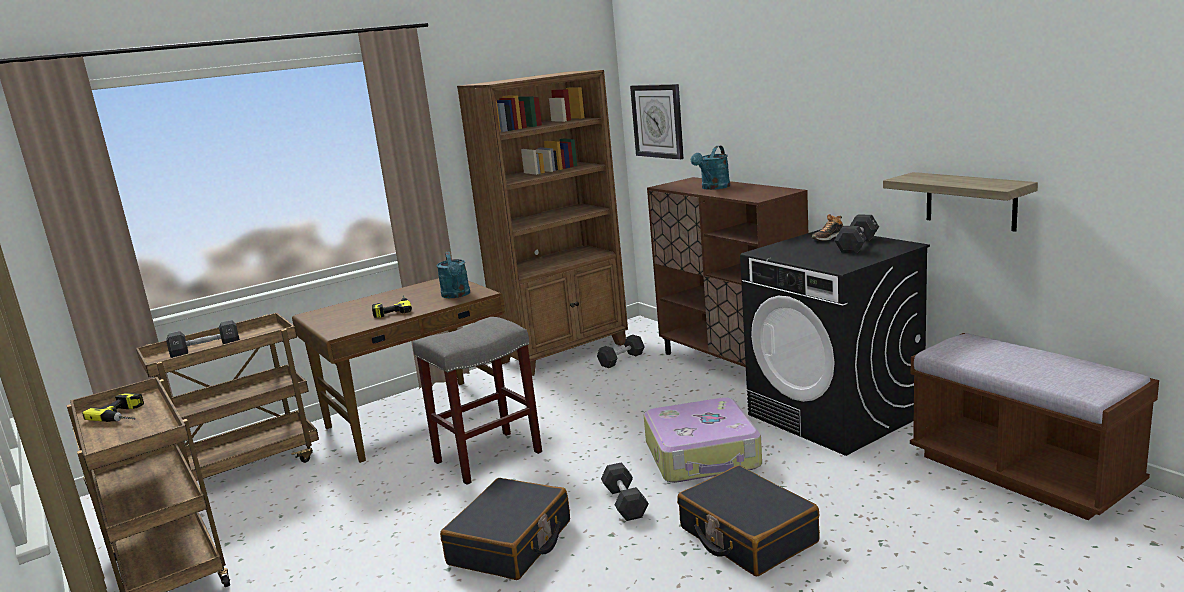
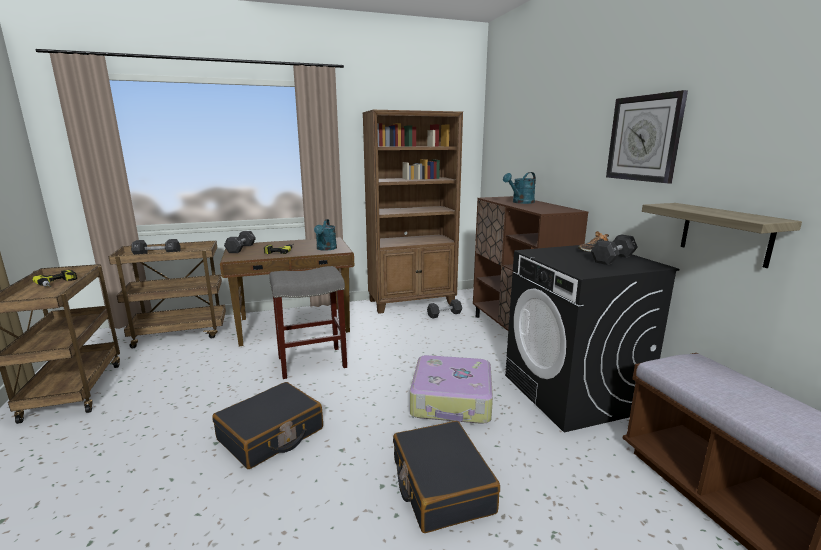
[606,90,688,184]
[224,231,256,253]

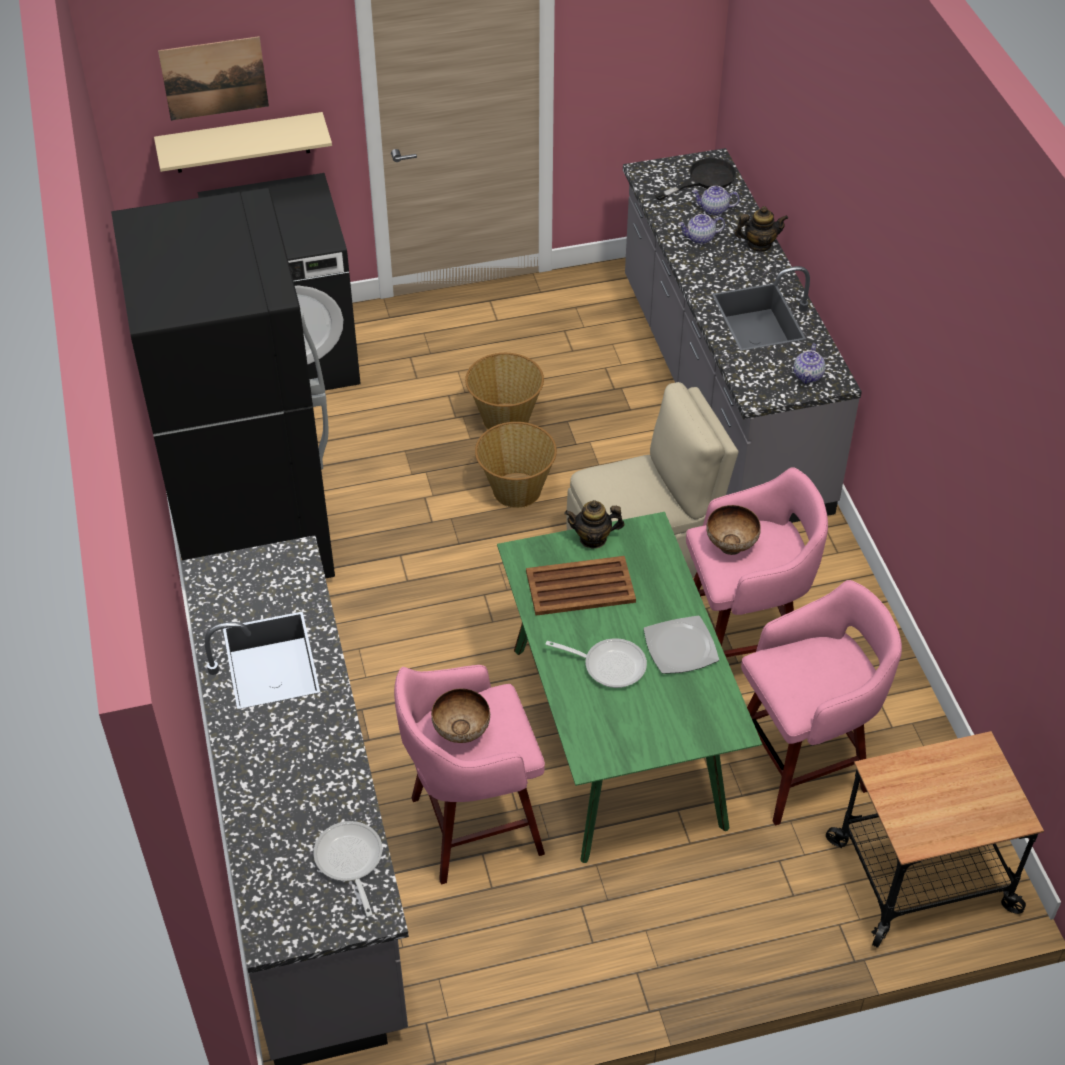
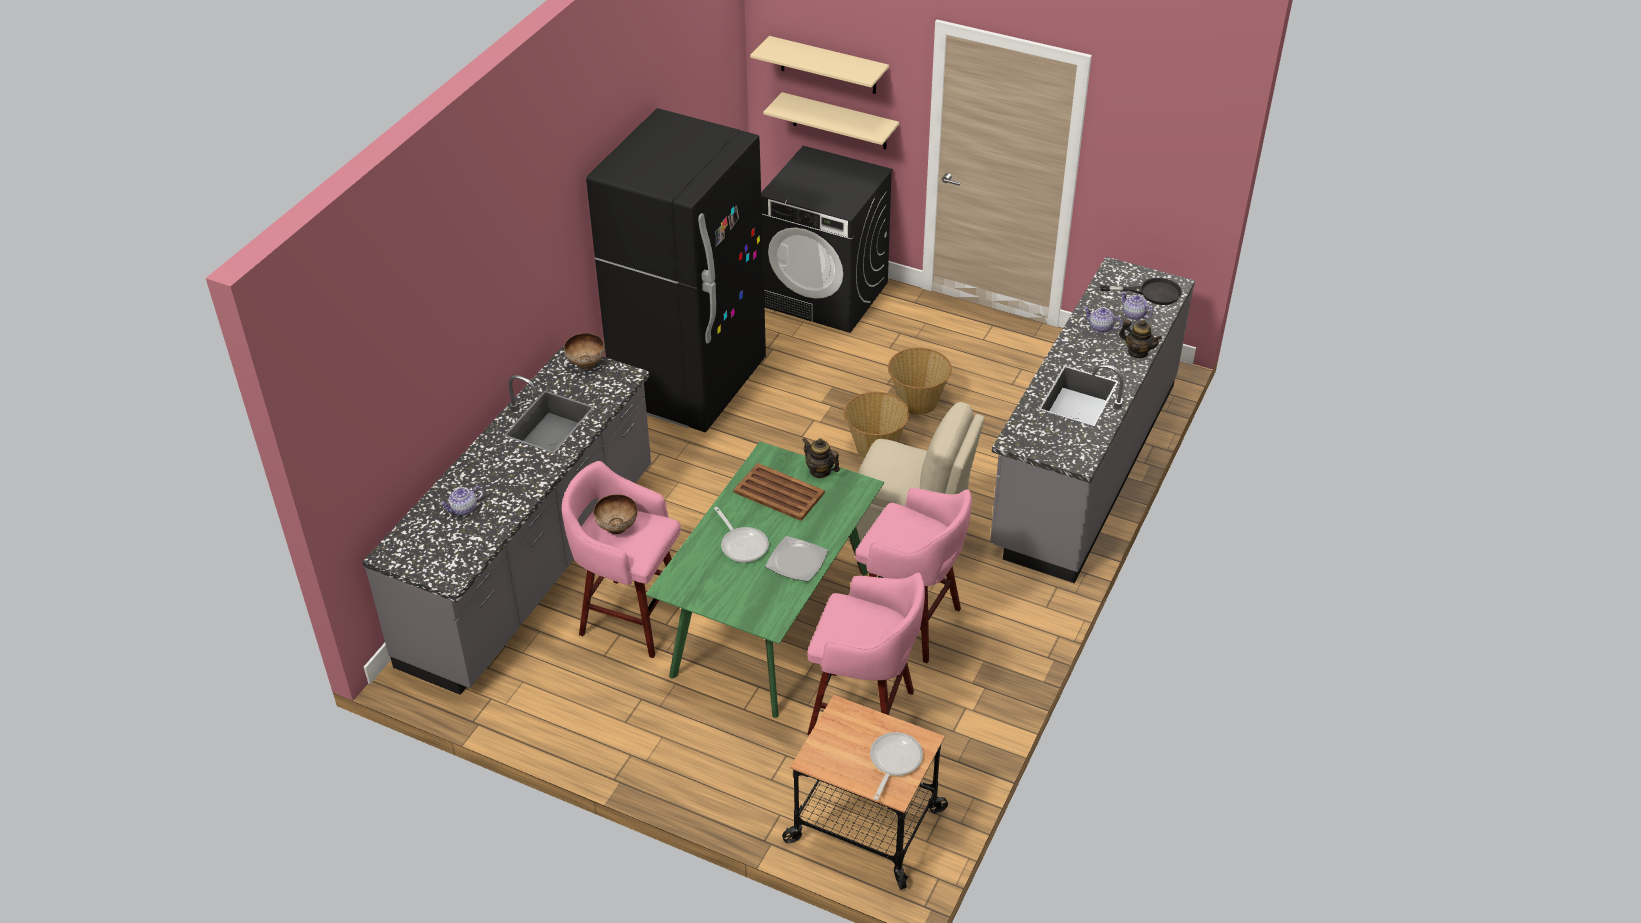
[750,36,889,94]
[440,486,484,516]
[564,333,605,370]
[870,732,923,800]

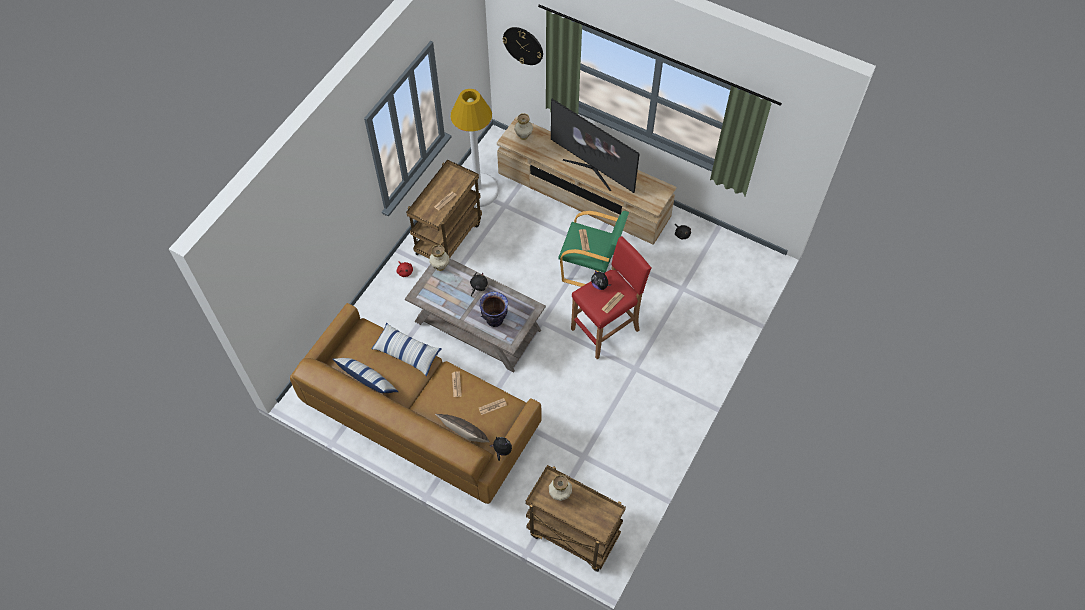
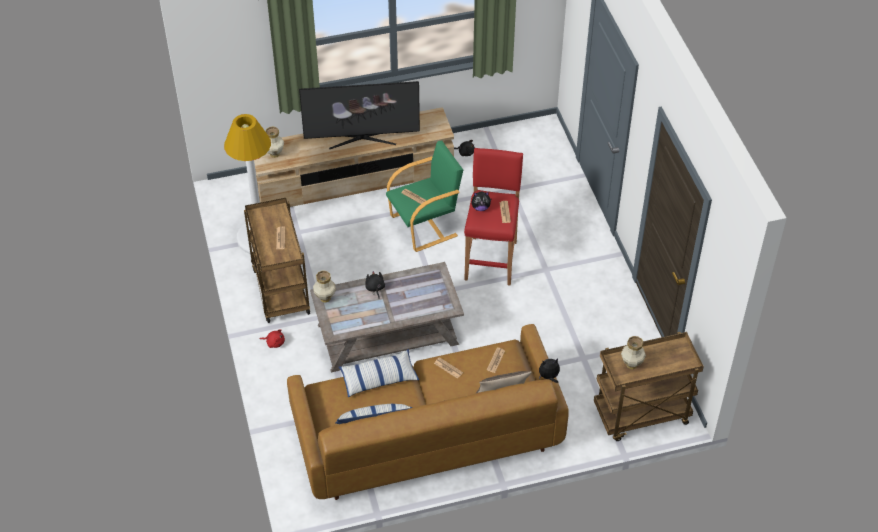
[502,27,543,65] (first image)
[480,292,508,327] (first image)

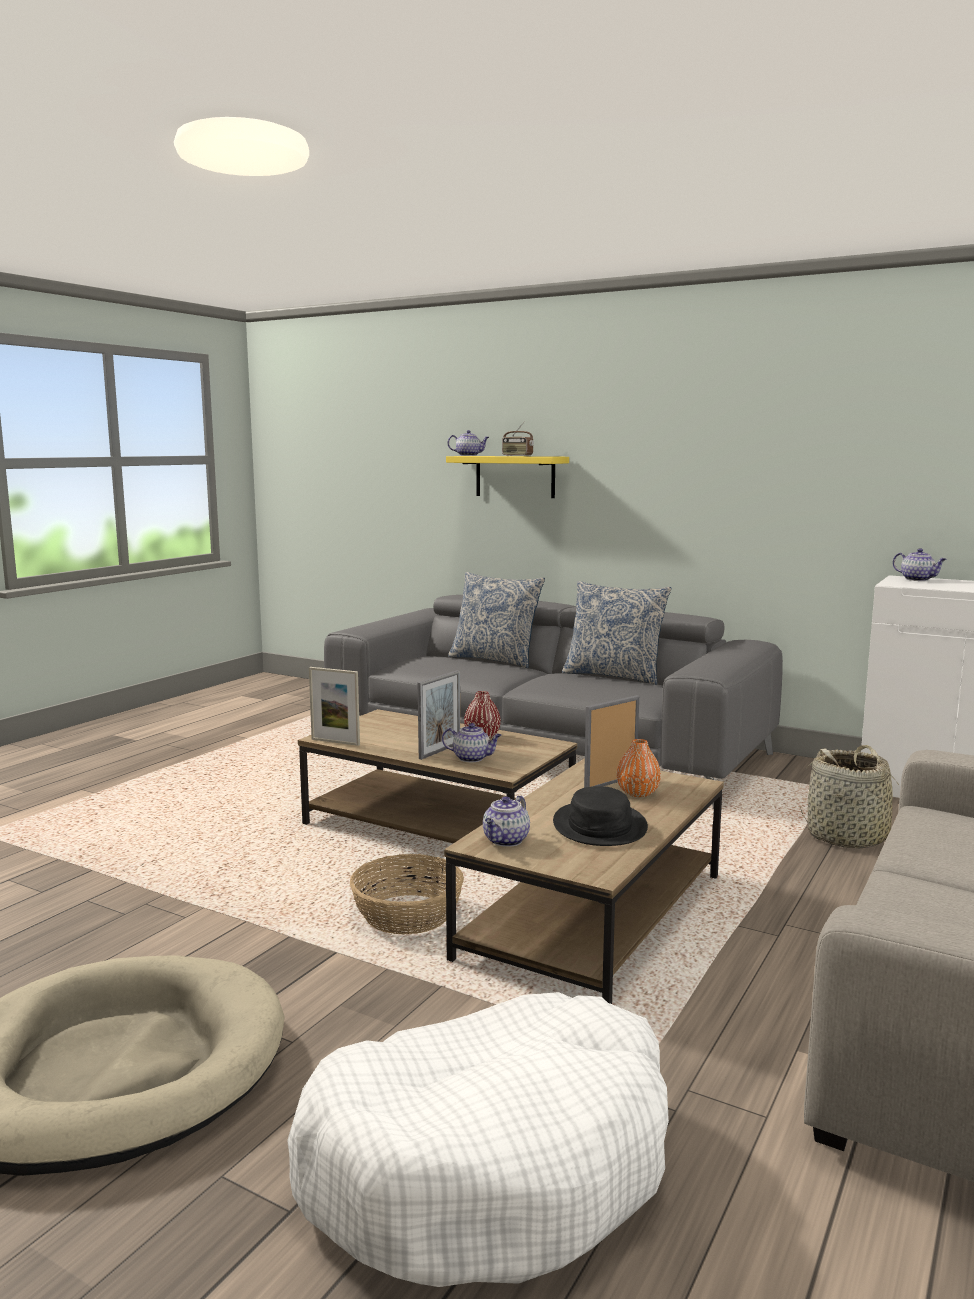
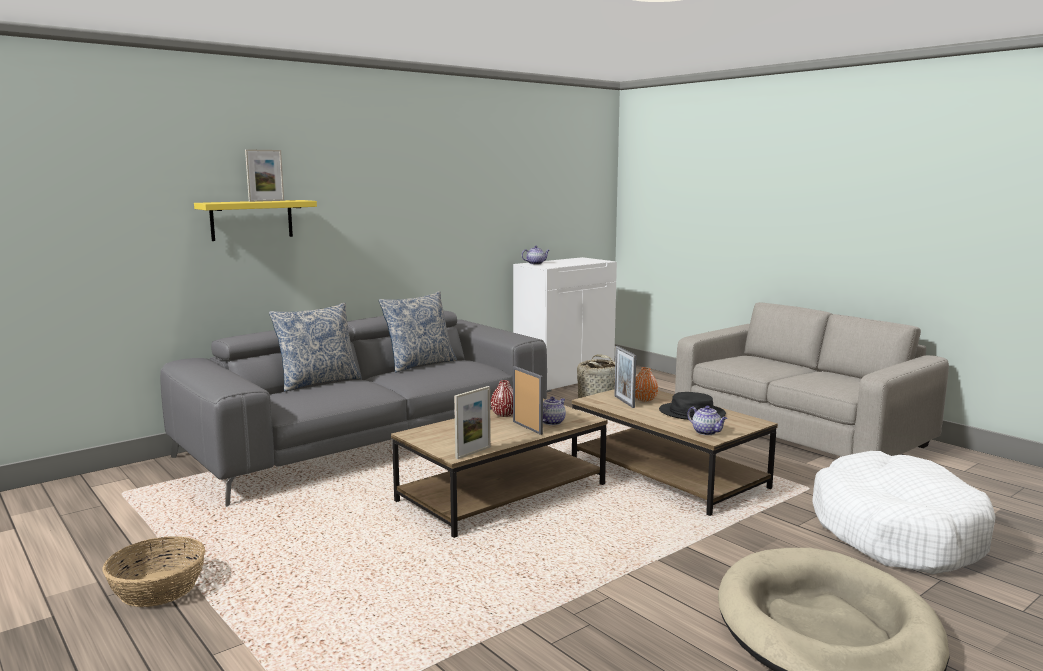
[245,149,284,202]
[448,430,489,456] (first image)
[102,536,206,607]

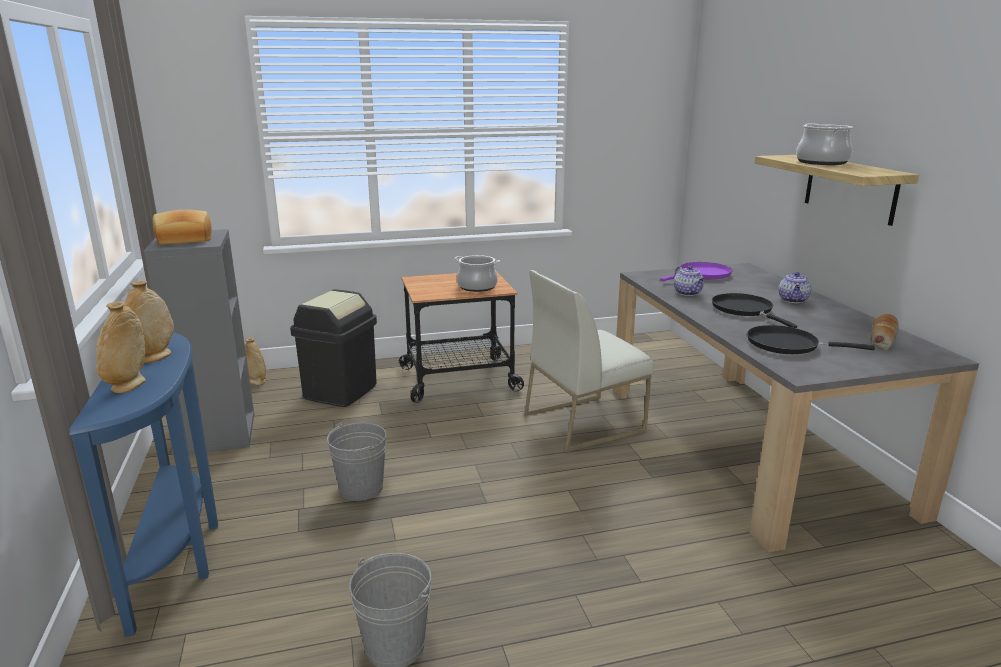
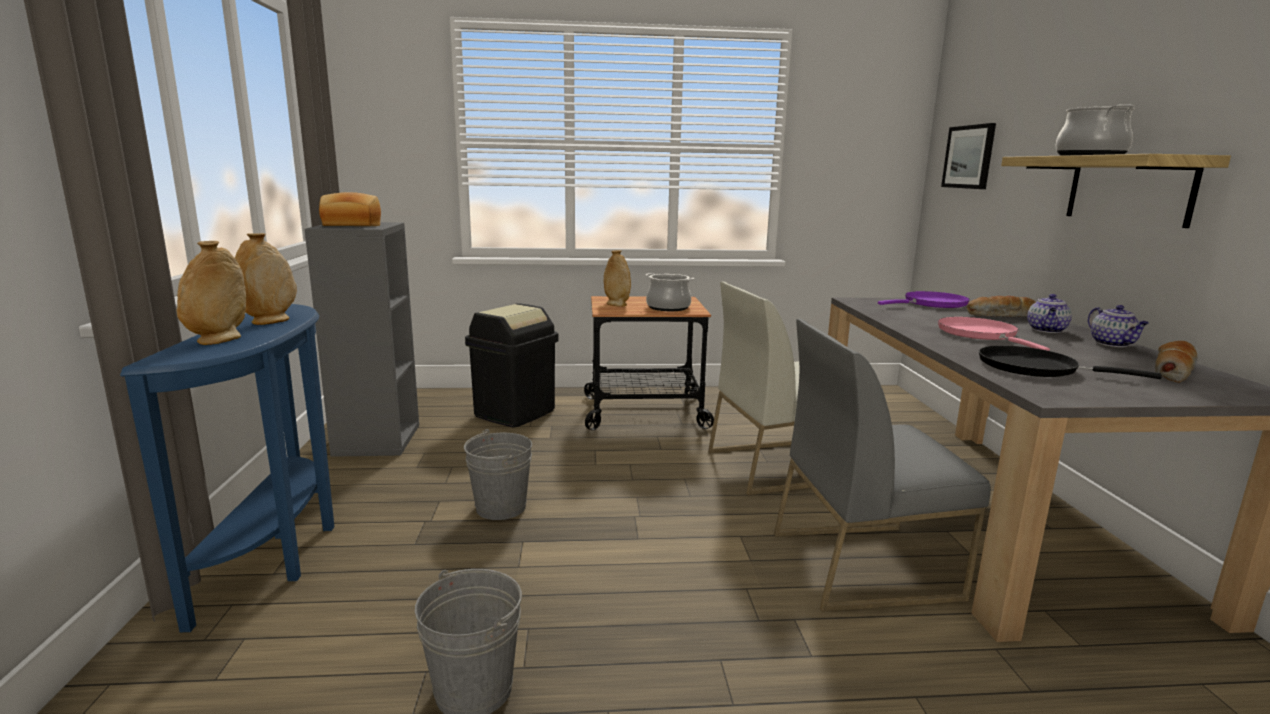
[1088,305,1149,347]
[938,317,1050,351]
[604,250,631,306]
[941,123,996,189]
[967,296,1036,317]
[774,319,991,612]

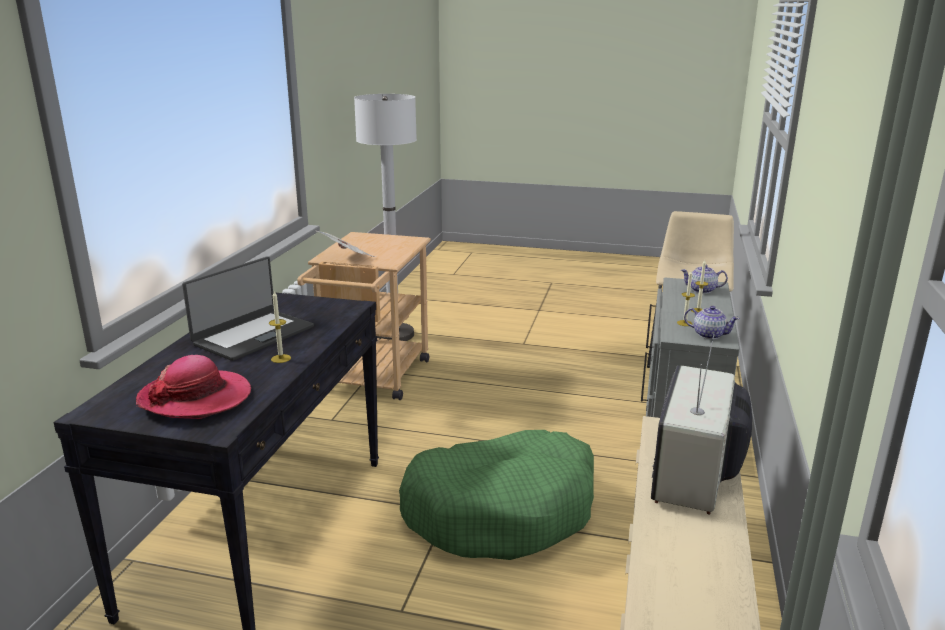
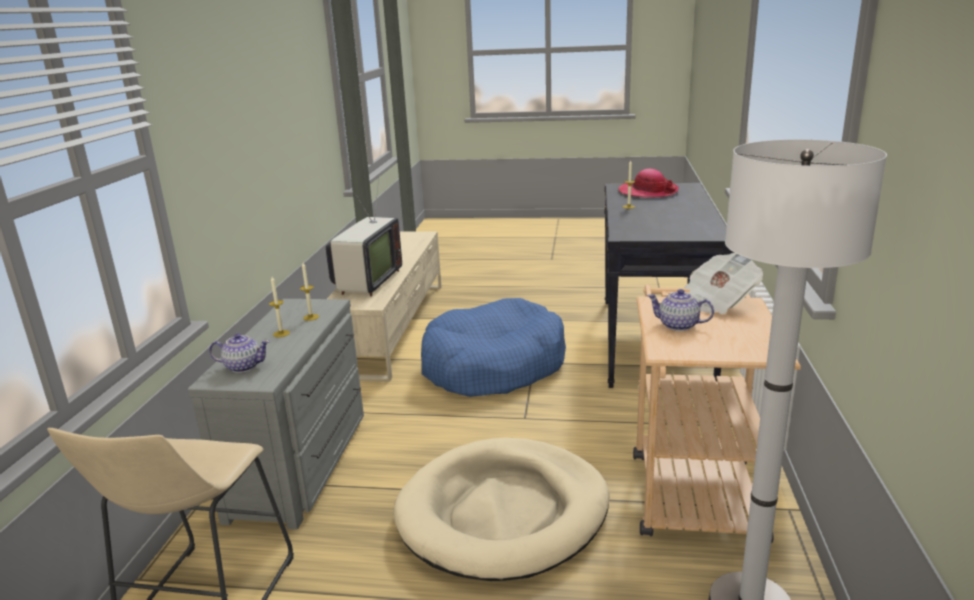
[182,256,314,361] (first image)
[647,289,714,331]
[421,298,566,397]
[393,438,609,581]

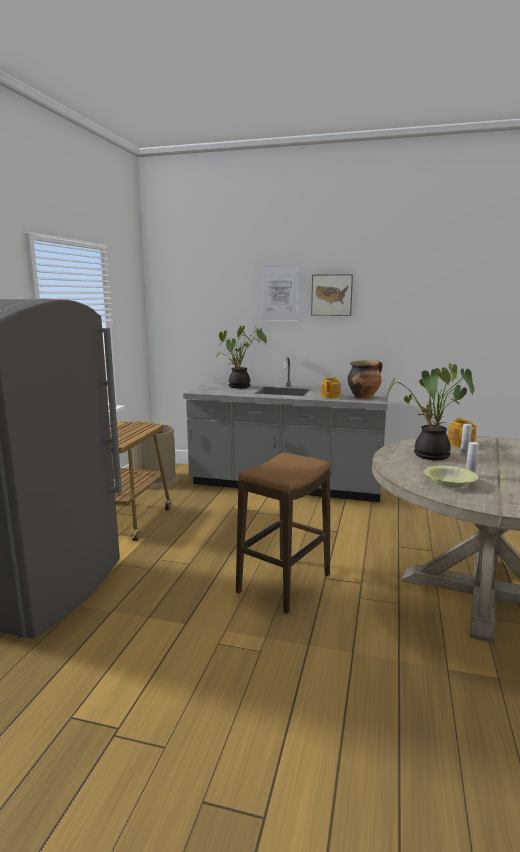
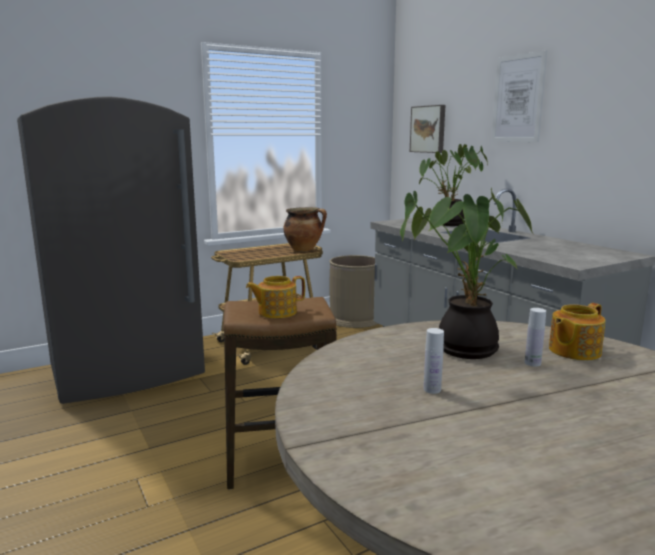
[410,105,445,153]
[283,207,327,251]
[246,276,305,318]
[424,466,479,488] (first image)

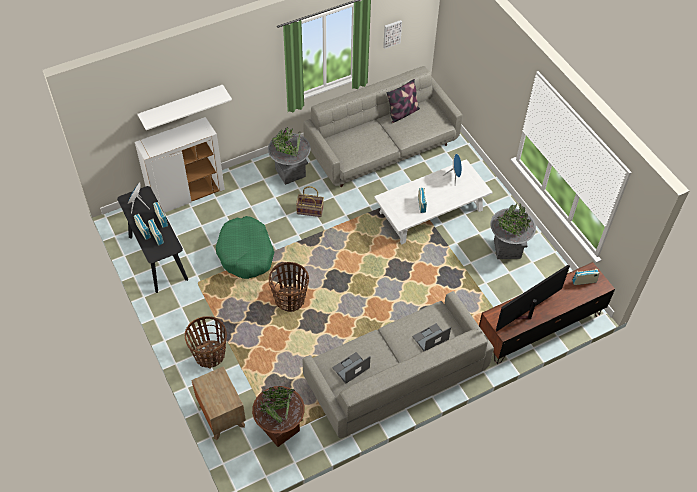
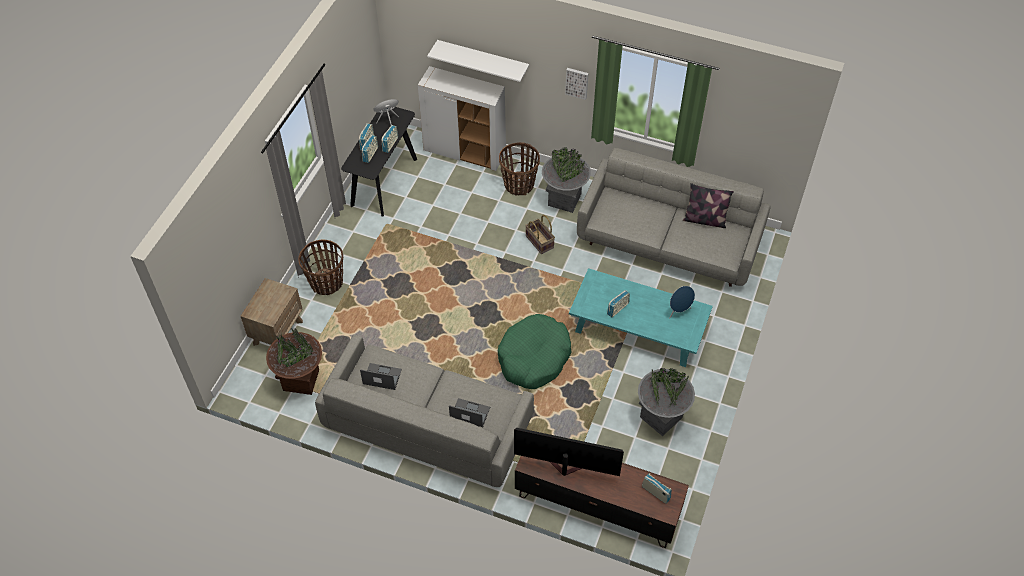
[565,68,589,100]
[569,268,713,367]
[498,314,572,389]
[499,142,540,196]

